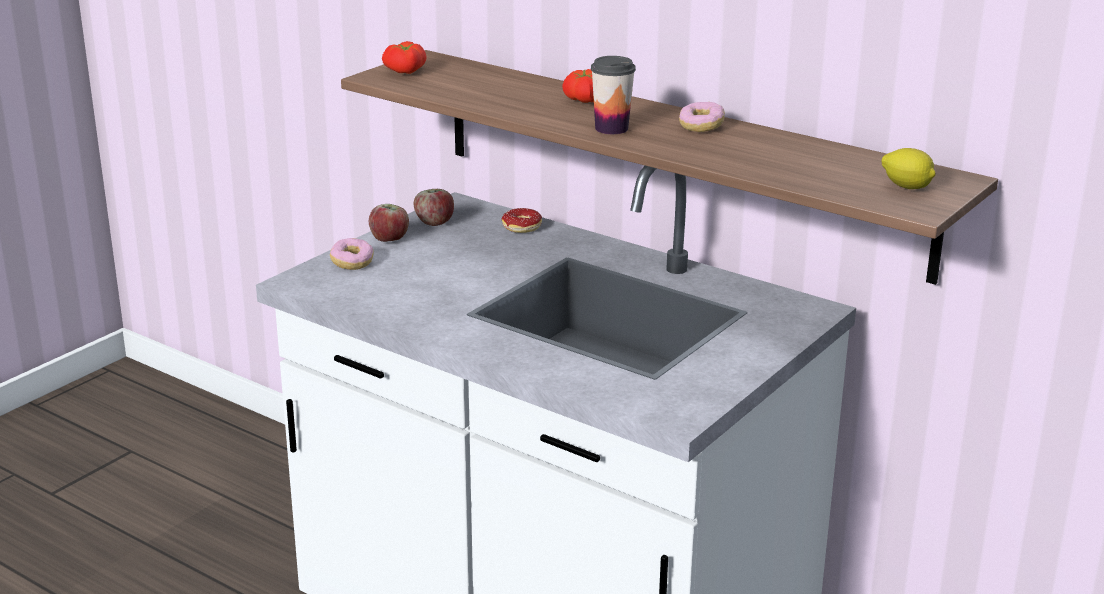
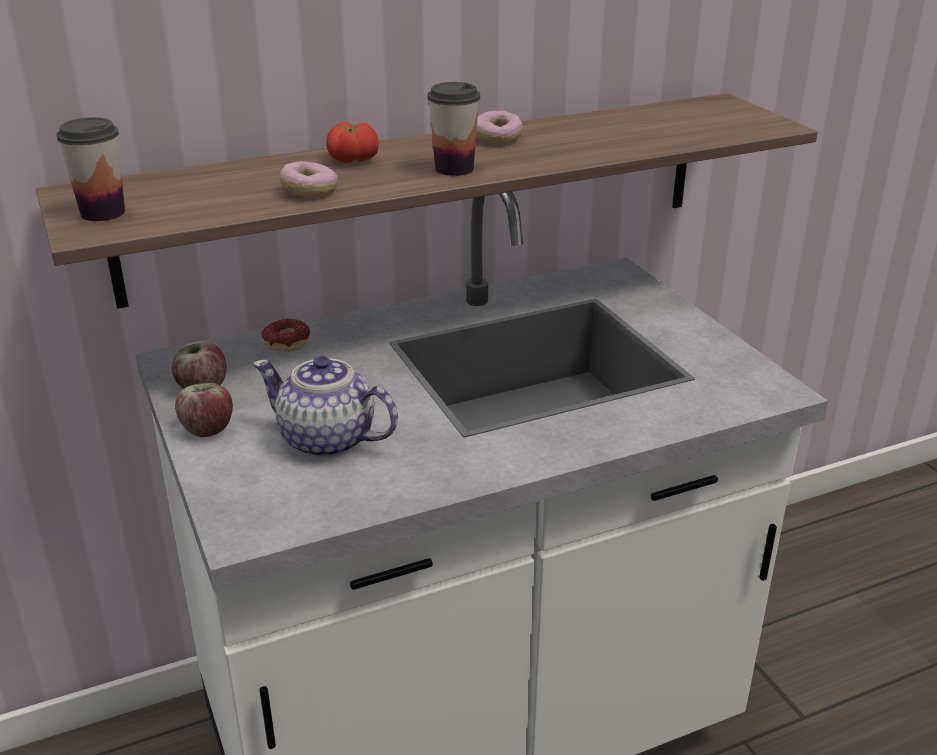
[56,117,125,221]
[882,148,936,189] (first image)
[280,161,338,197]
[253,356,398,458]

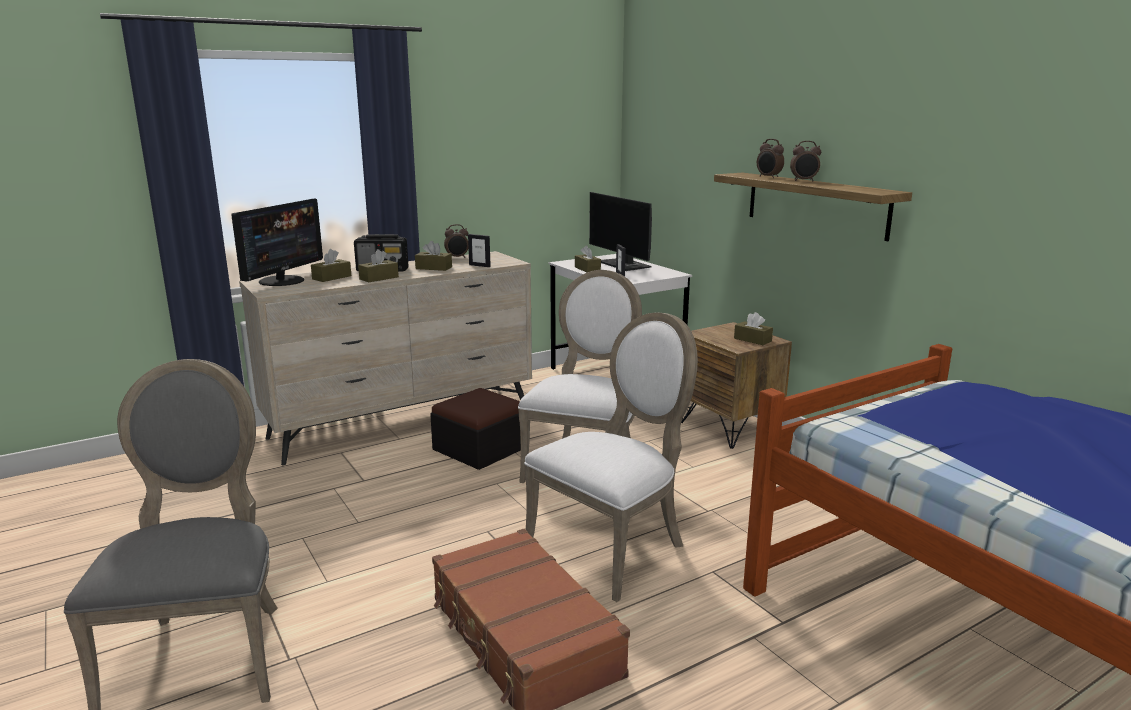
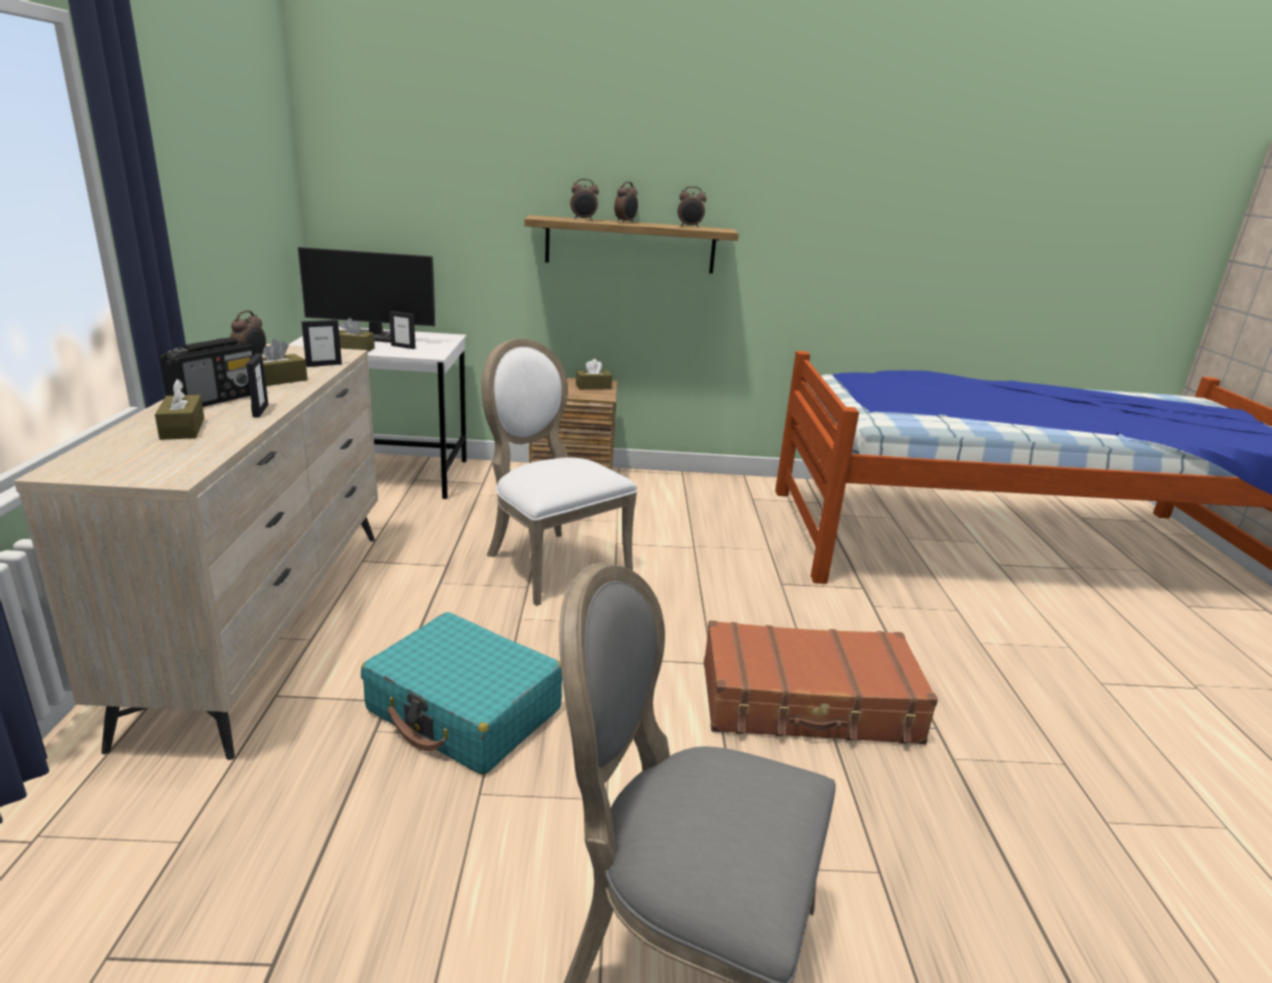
[231,198,323,286] (first image)
[246,353,268,417]
[524,313,698,602] (first image)
[430,388,521,470] (first image)
[678,186,707,228]
[361,612,562,775]

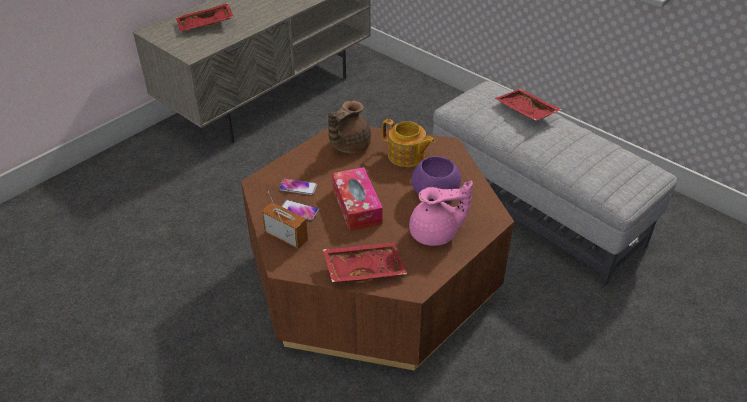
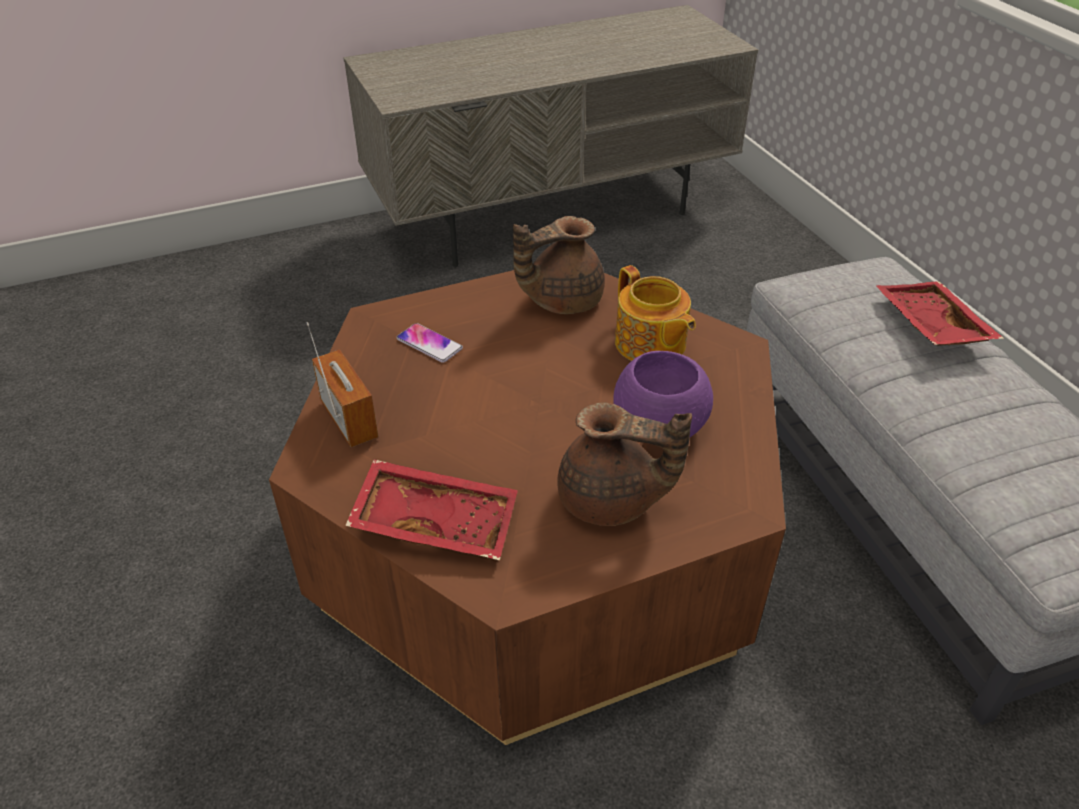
[176,3,234,31] (first image)
[332,167,383,231] (first image)
[557,403,692,526]
[281,200,319,220] (first image)

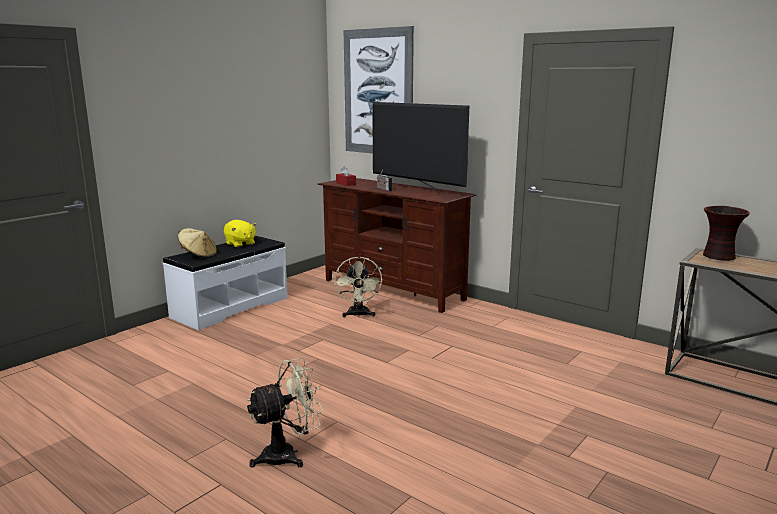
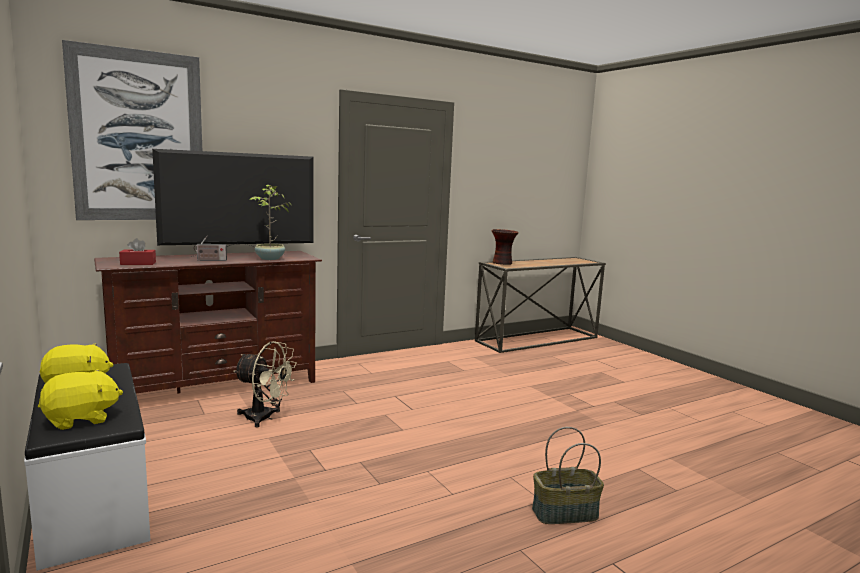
[38,369,123,430]
[532,427,604,524]
[249,185,291,260]

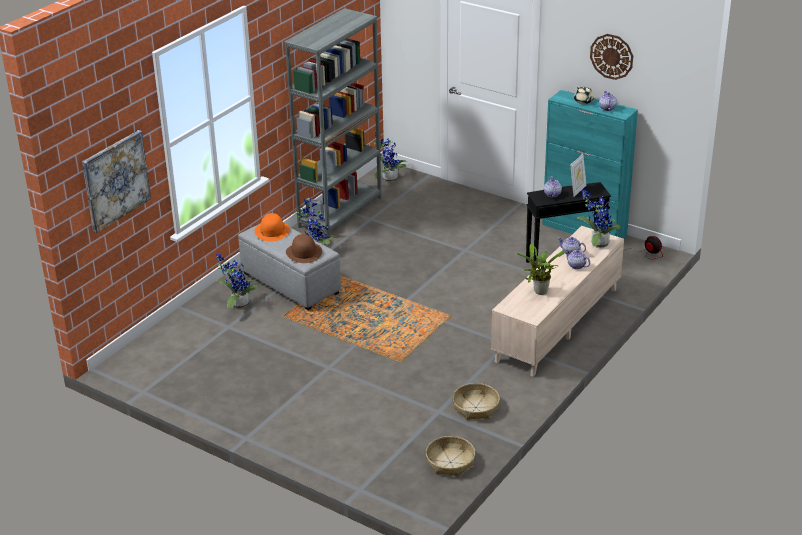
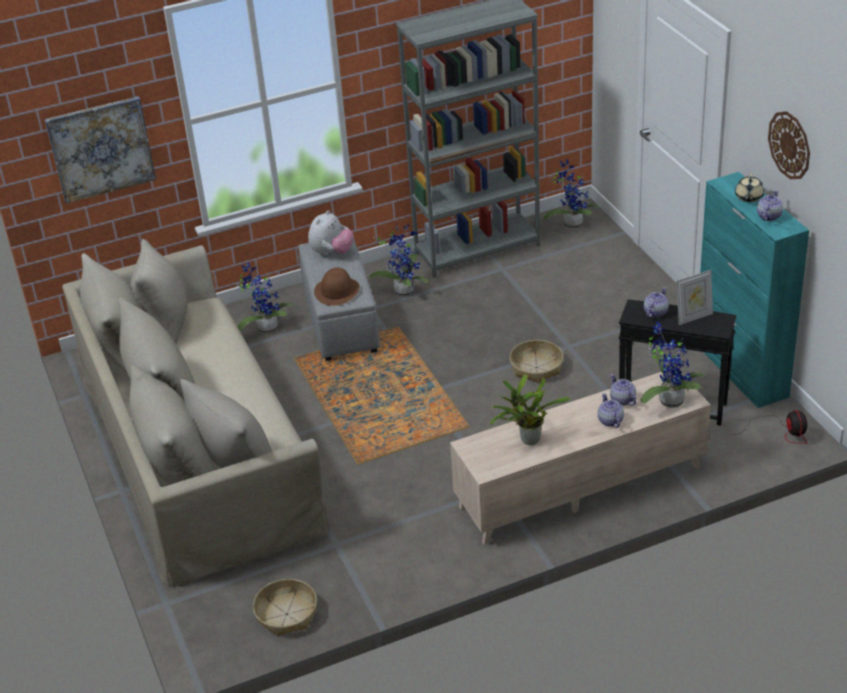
[308,210,354,256]
[510,340,563,383]
[62,239,329,587]

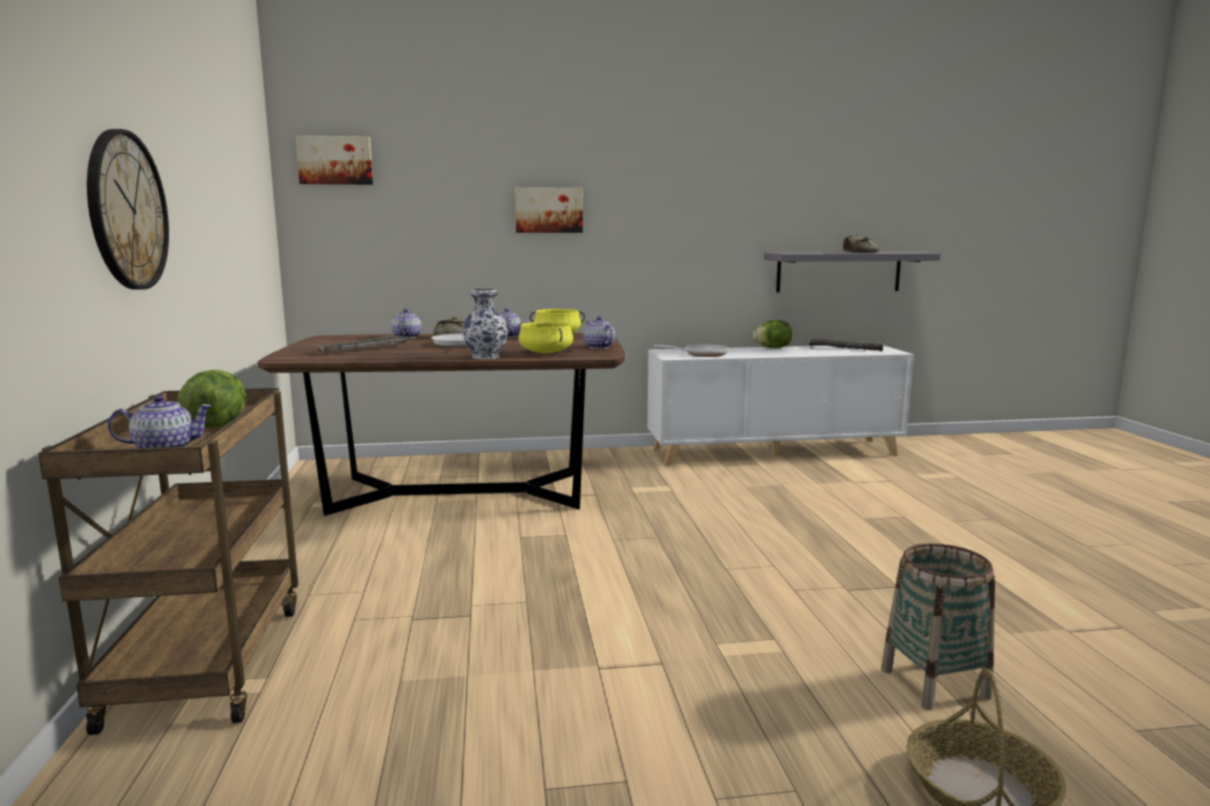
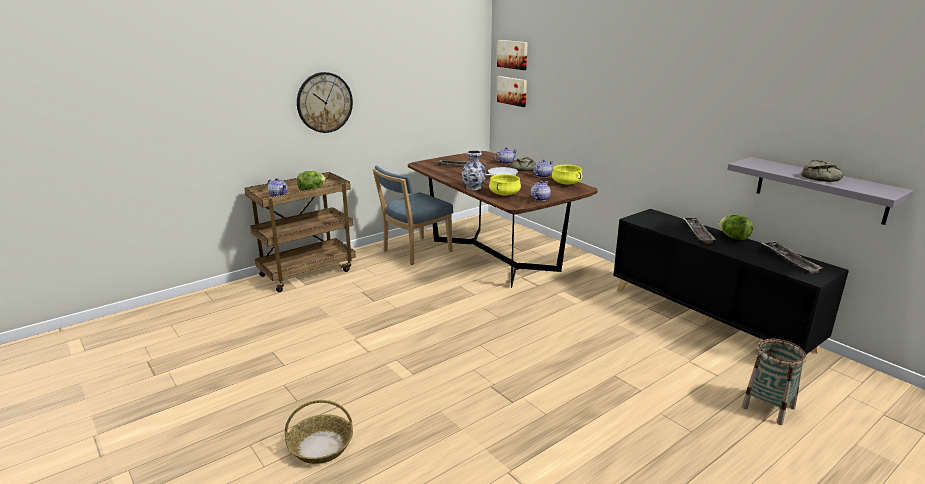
[497,76,527,107]
[654,345,729,357] (first image)
[613,209,849,354]
[742,339,806,425]
[373,166,454,265]
[682,217,716,244]

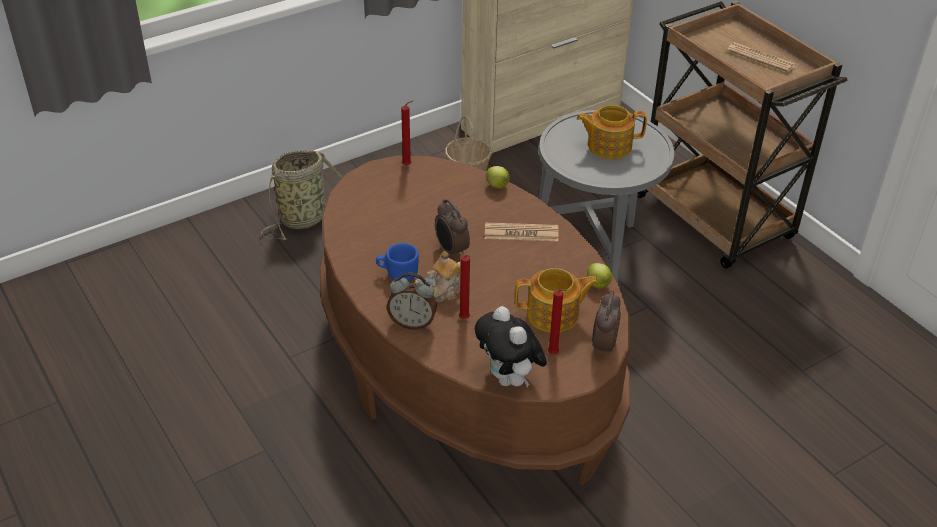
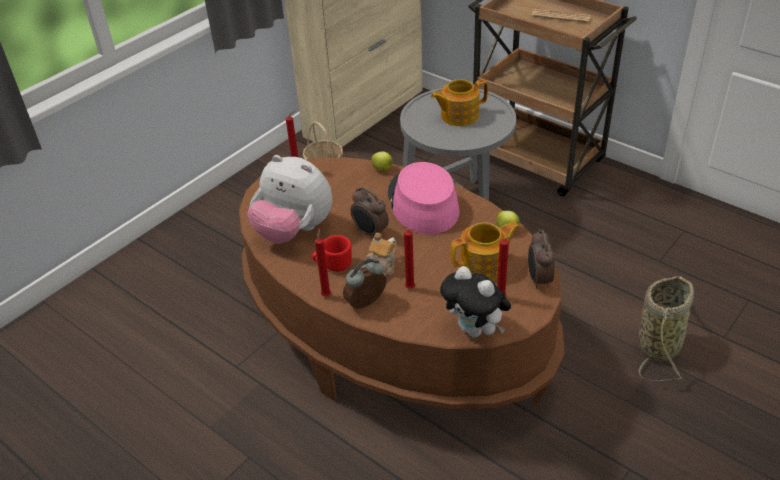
[638,276,694,381]
[388,162,460,235]
[312,235,352,272]
[343,259,387,309]
[248,155,333,244]
[315,228,331,297]

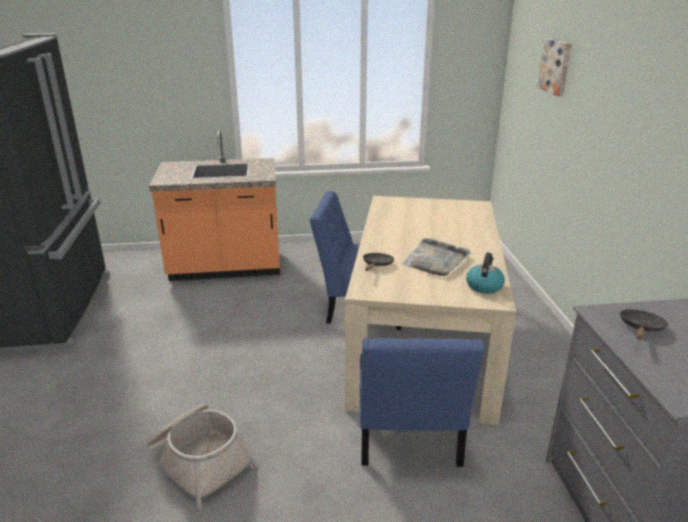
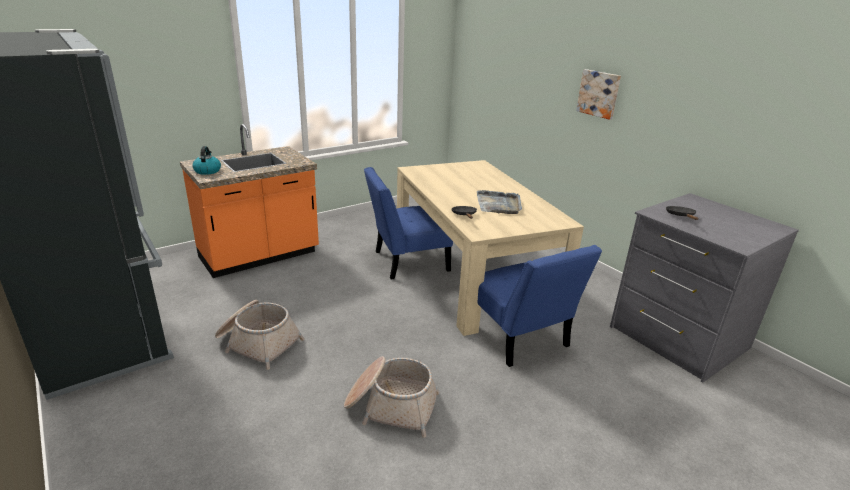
[576,69,621,120]
[192,146,221,175]
[215,300,304,370]

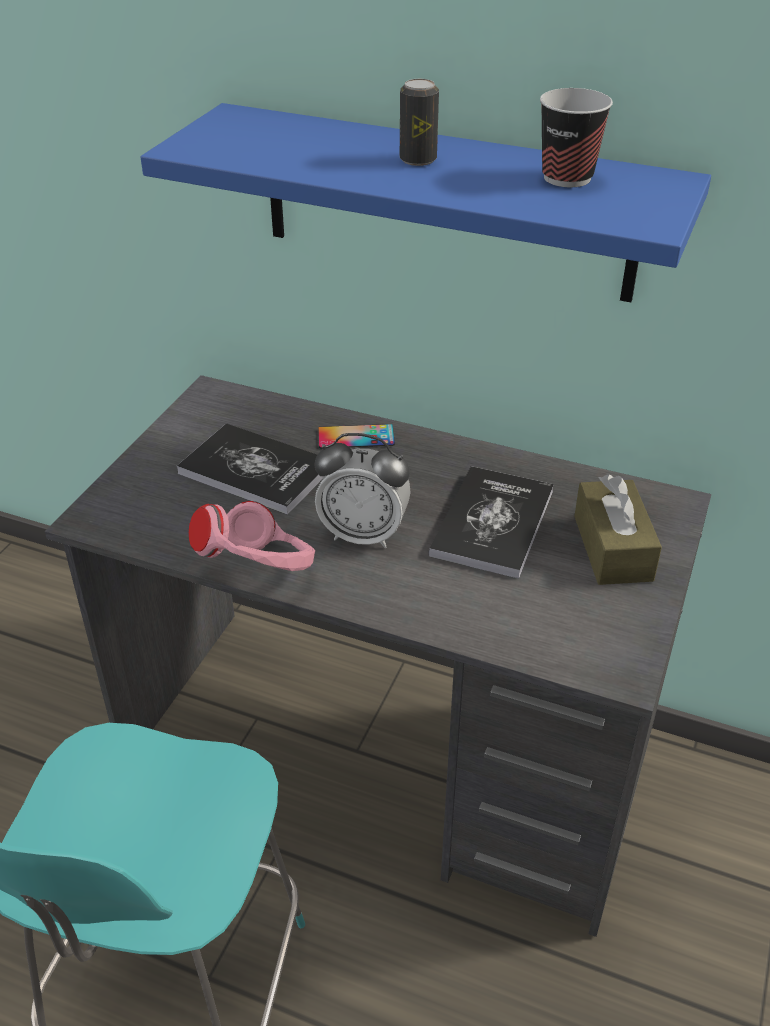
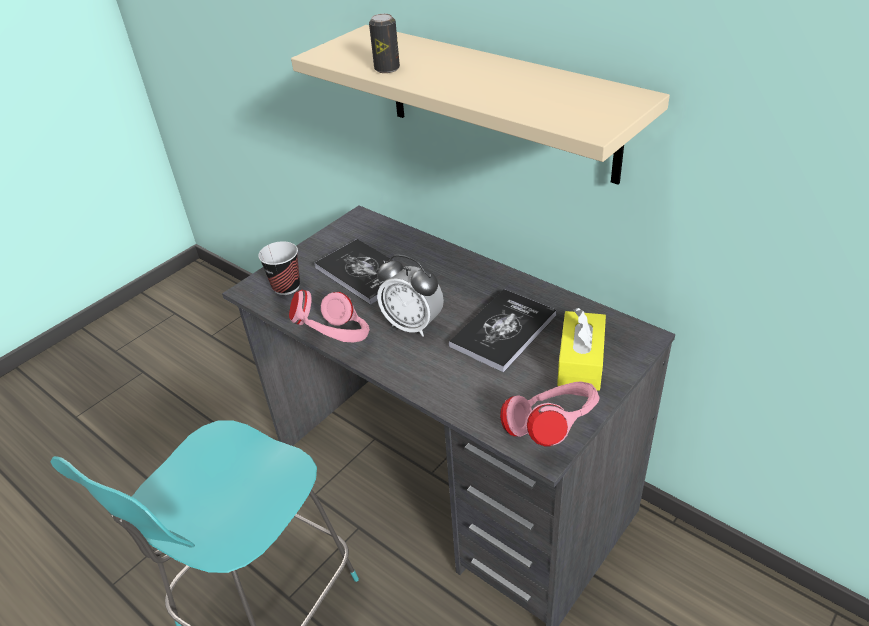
[369,14,400,73]
[258,241,300,295]
[291,25,670,184]
[318,424,395,448] (first image)
[557,308,606,391]
[500,381,600,446]

